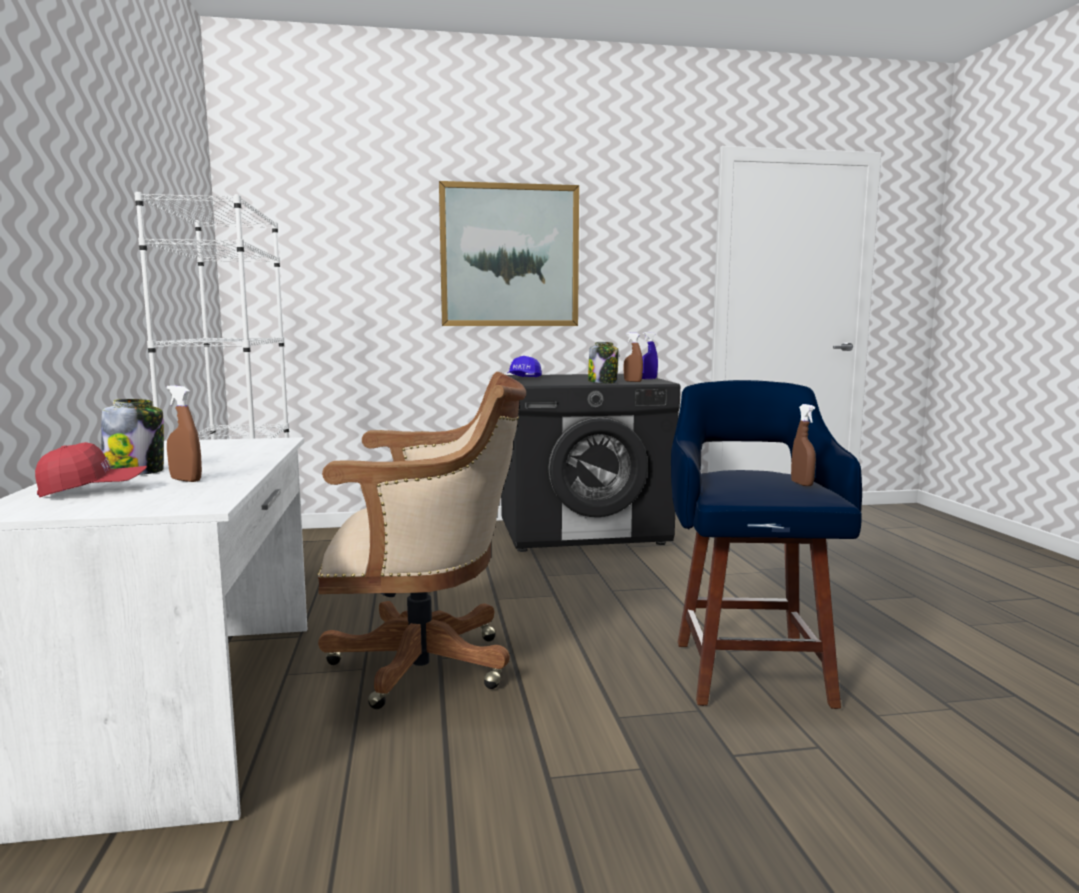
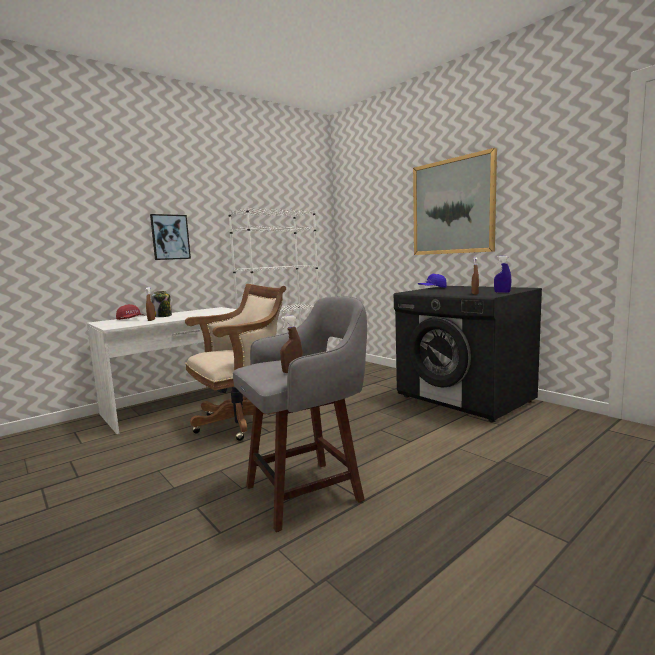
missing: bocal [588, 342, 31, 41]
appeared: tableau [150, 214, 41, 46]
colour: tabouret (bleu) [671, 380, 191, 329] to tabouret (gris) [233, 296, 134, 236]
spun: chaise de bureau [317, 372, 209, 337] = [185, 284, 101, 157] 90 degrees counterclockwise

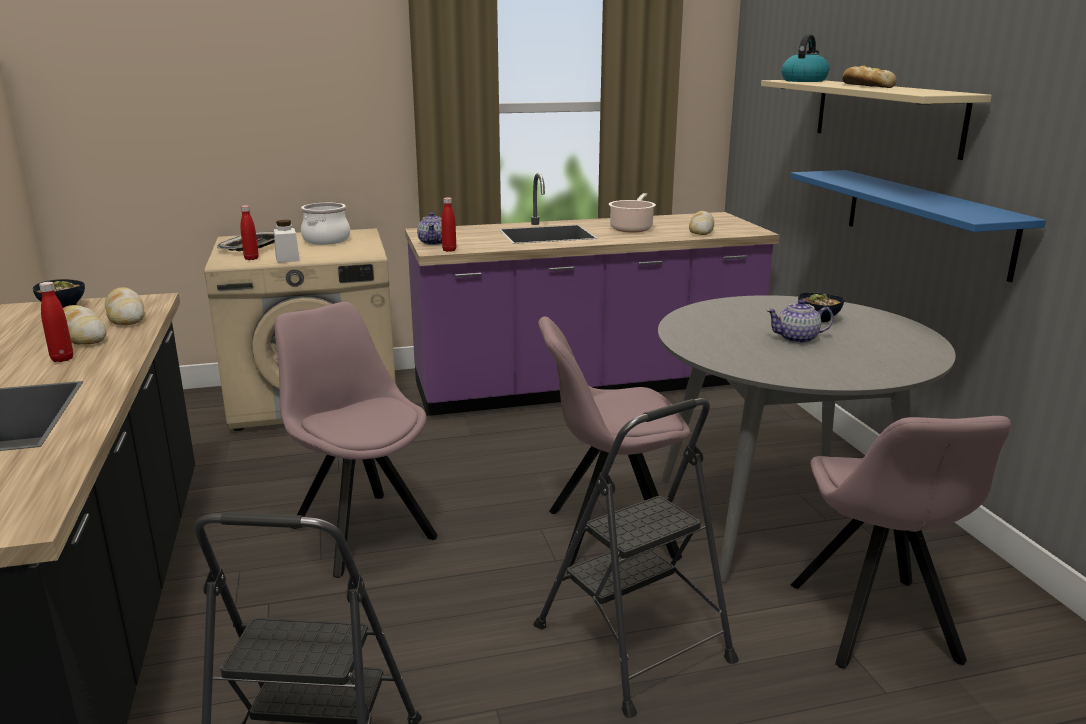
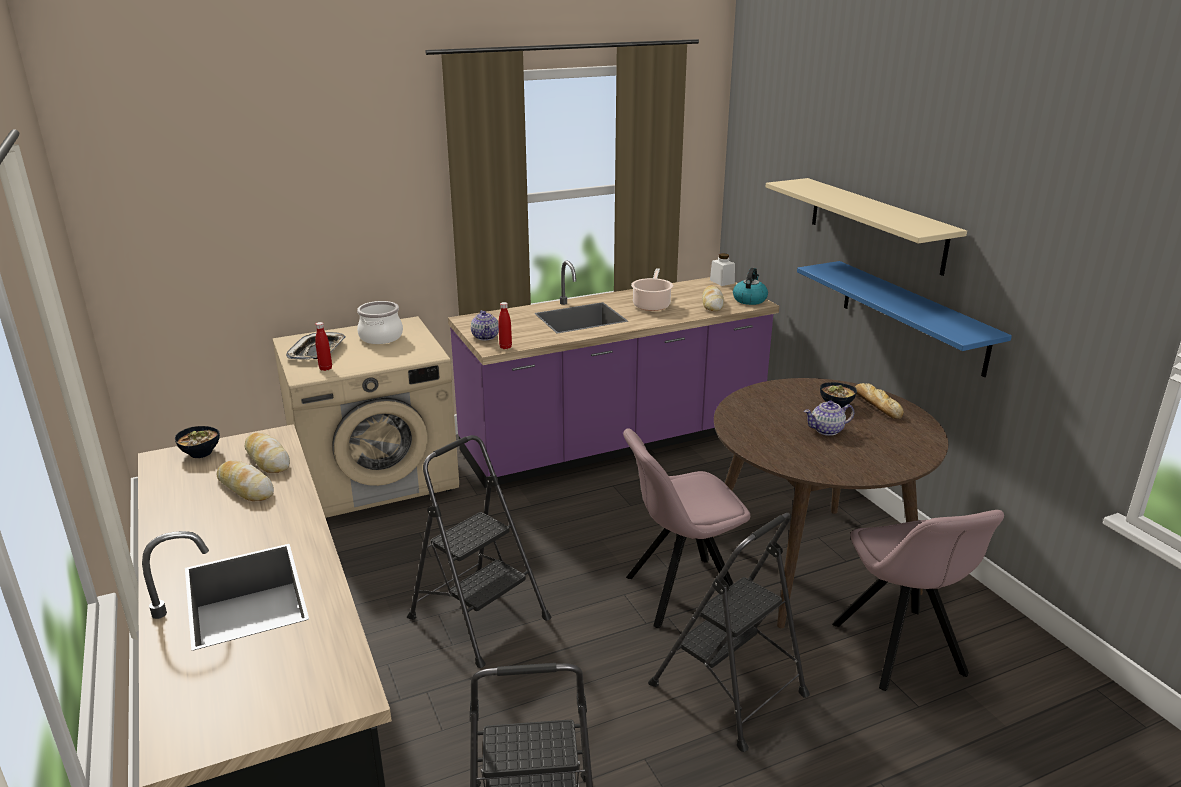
missing: bouteille (rouge) [39, 282, 34, 80]
relocated: bocal (blanc) [274, 220, 26, 43] to [710, 253, 25, 33]; bouilloire [781, 34, 48, 48] to [733, 268, 35, 37]; pain [842, 66, 54, 22] to [855, 383, 49, 36]
exchanged: chaise (rose) [275, 302, 163, 276] to escabeau (noir) [407, 435, 145, 233]
colour: table à manger (gris) [658, 295, 298, 288] to table à manger (marron) [713, 378, 235, 250]

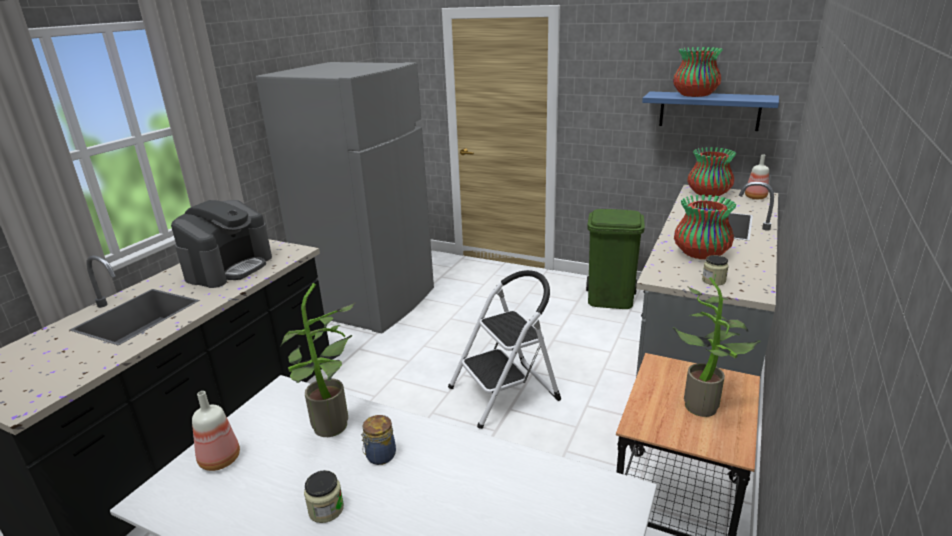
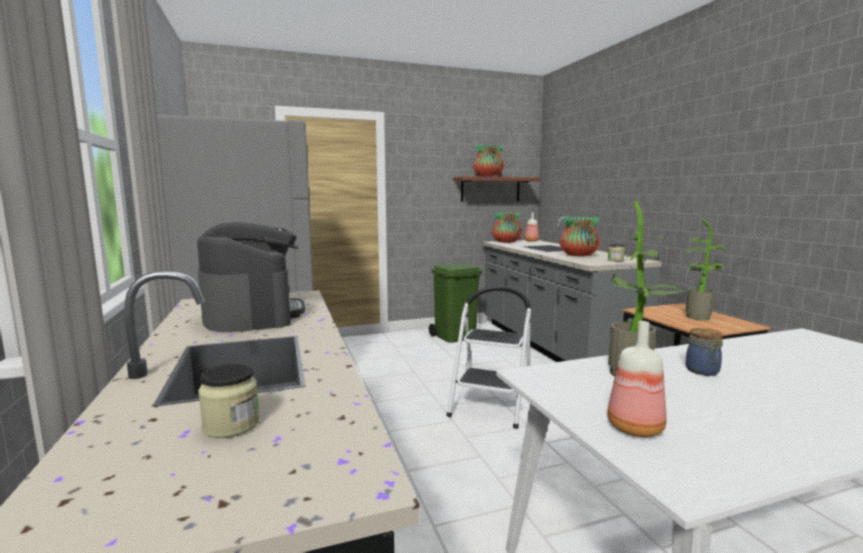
relocated: bocal [304, 470, 40, 53] to [198, 364, 62, 74]
colour: étagère (bleu) [642, 92, 137, 39] to étagère (marron) [453, 176, 87, 26]

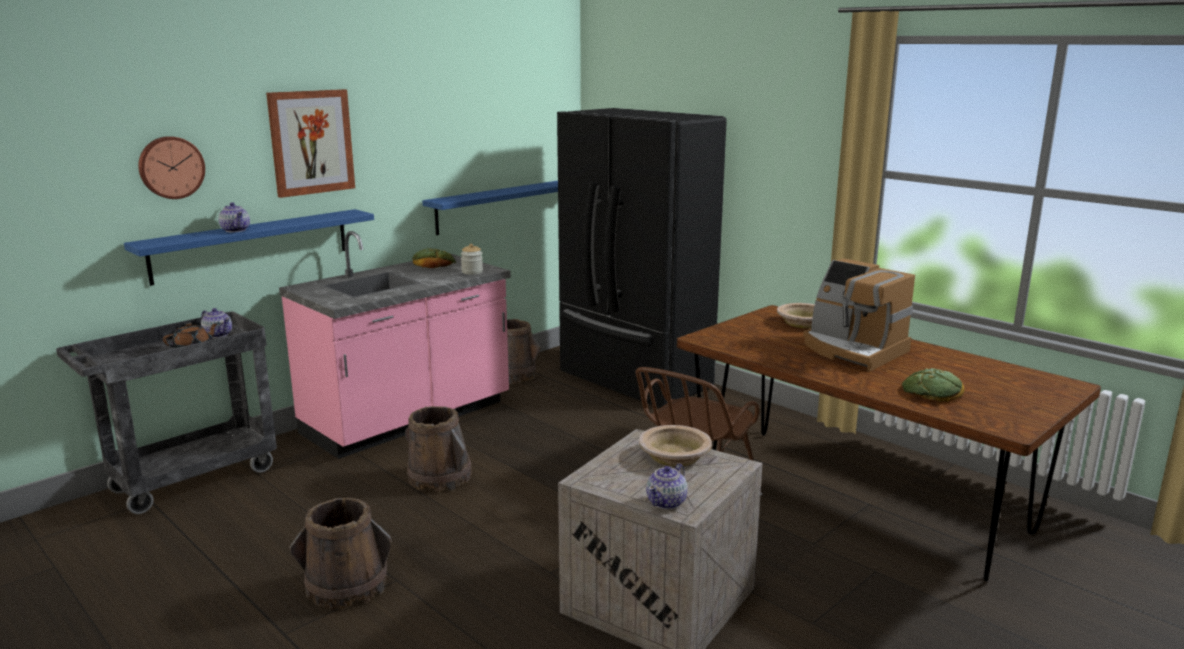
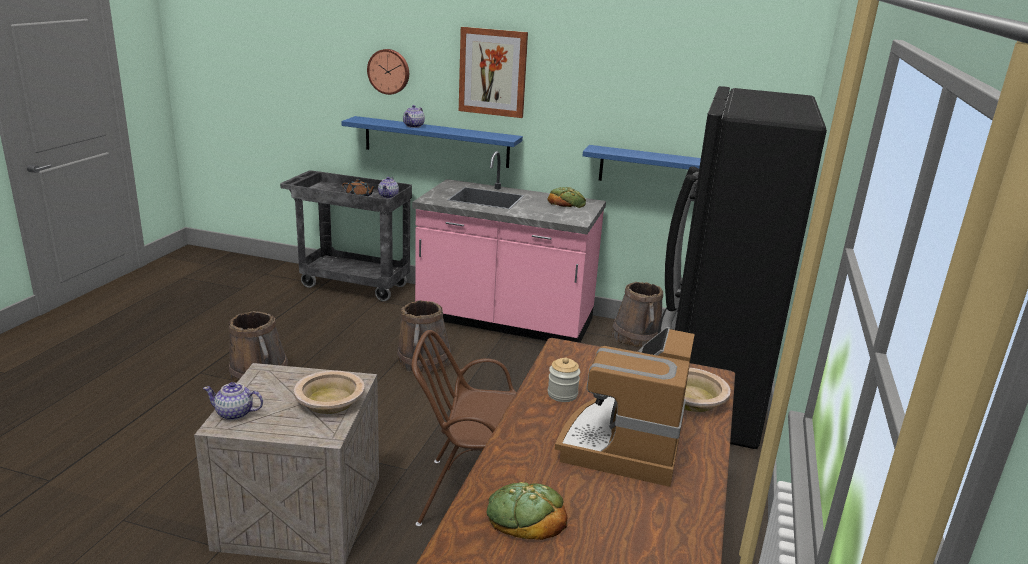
relocated: bocal [461, 244, 22, 31] to [548, 357, 32, 45]

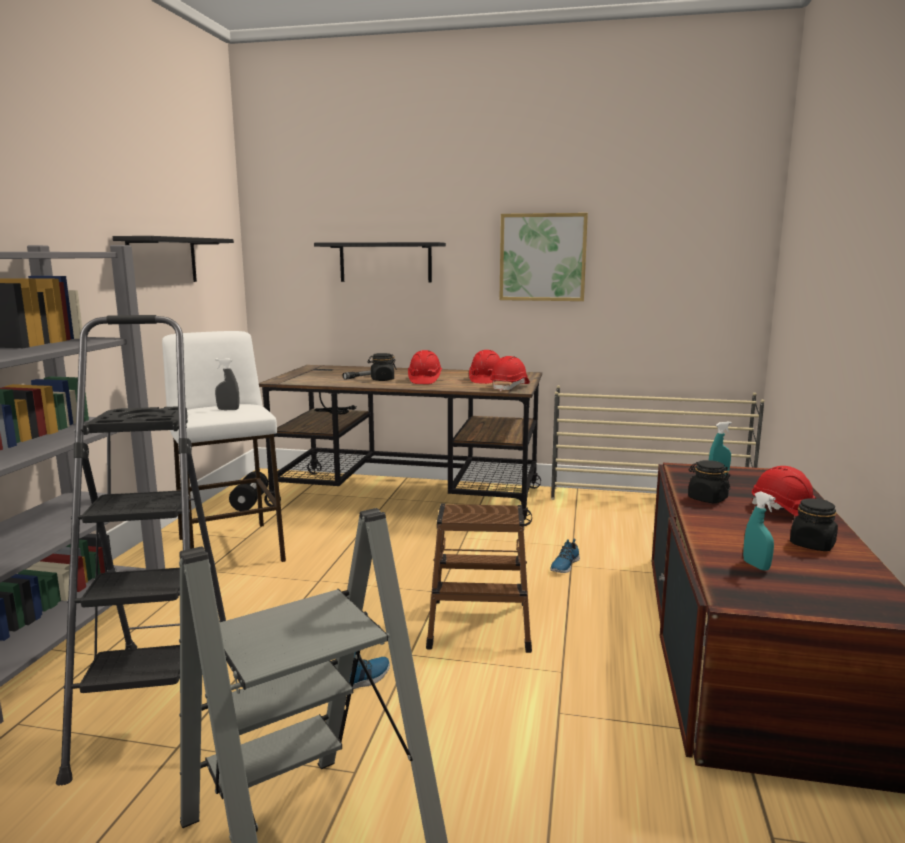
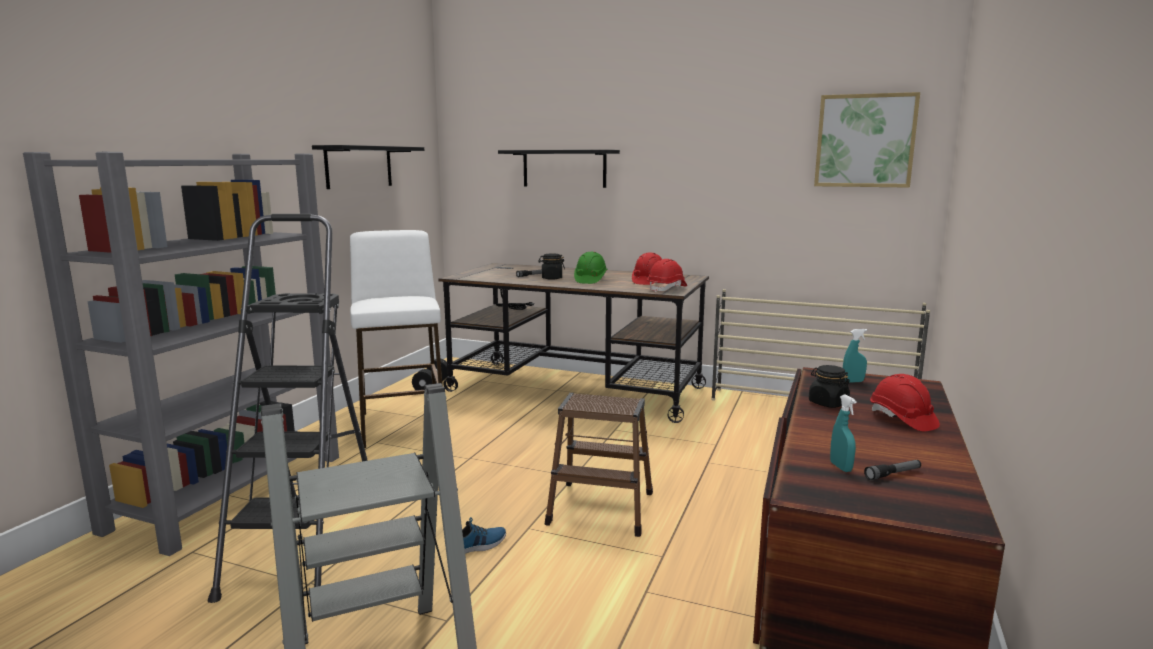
missing: vaporisateur (gris) [215, 358, 25, 52]; chaussure [550, 539, 30, 34]; bocal (noir) [790, 498, 48, 53]
appeared: lampe de poche [864, 460, 57, 20]
relocated: tableau [499, 213, 89, 88] to [814, 92, 106, 96]
colour: casque de chantier (rouge) [408, 350, 34, 34] to casque de chantier (vert) [574, 252, 33, 32]

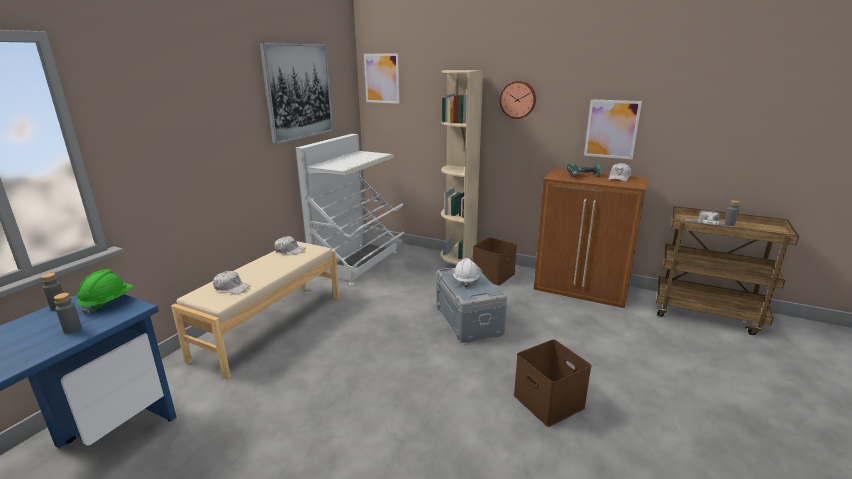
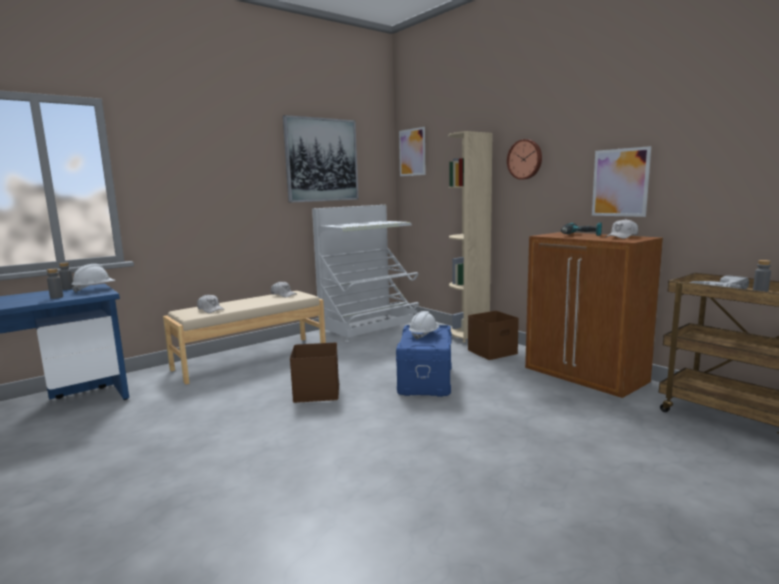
relocated: boîte de rangement (marron) [514, 339, 78, 88] to [290, 343, 49, 60]
colour: casque de chantier (vert) [77, 269, 56, 45] to casque de chantier (blanc) [71, 264, 45, 29]; boîte de rangement (gris) [436, 266, 71, 77] to boîte de rangement (bleu) [396, 325, 55, 72]

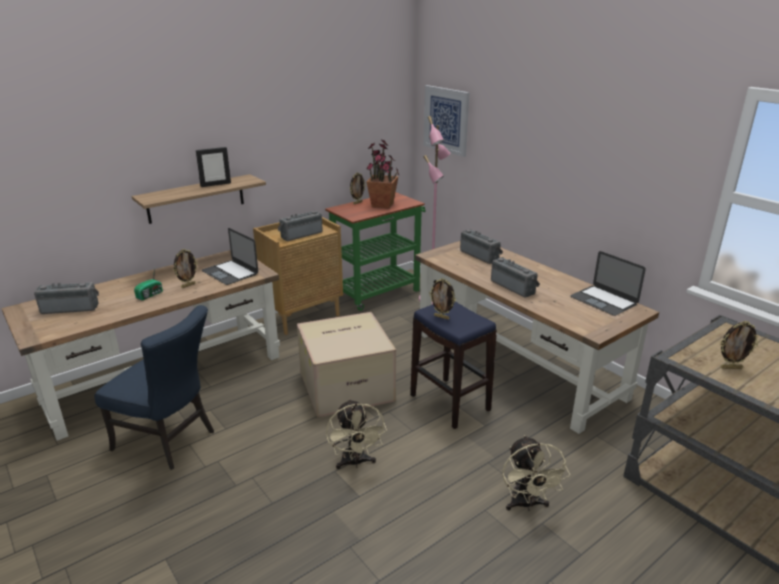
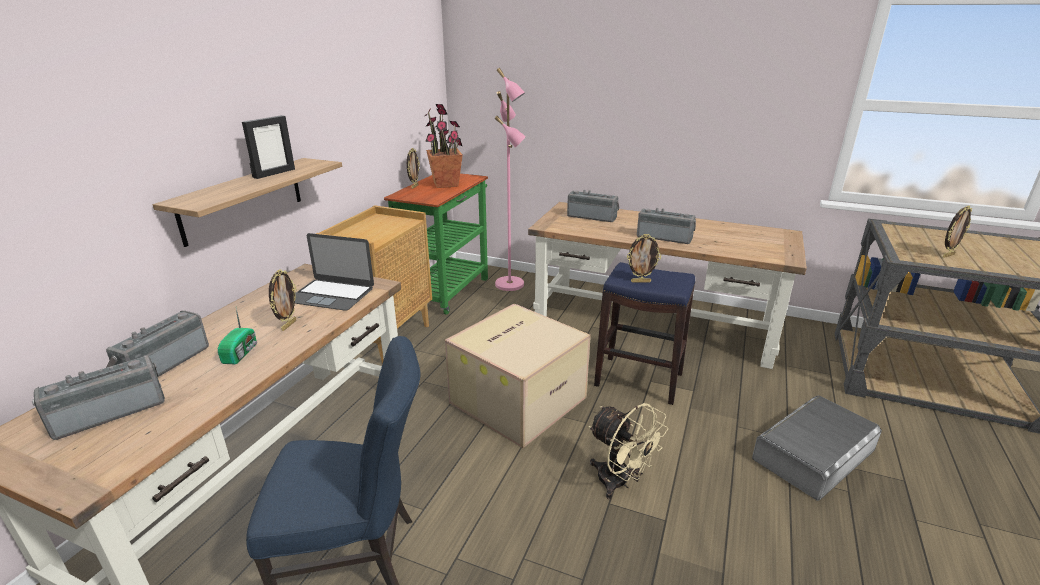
missing: tableau [423, 85, 46, 72]; ordinateur portable [570, 251, 76, 65]
relocated: radio [278, 211, 45, 30] to [106, 310, 103, 67]
exchanged: ventilateur (beige) [502, 435, 68, 76] to boîte de rangement (gris) [752, 396, 130, 105]

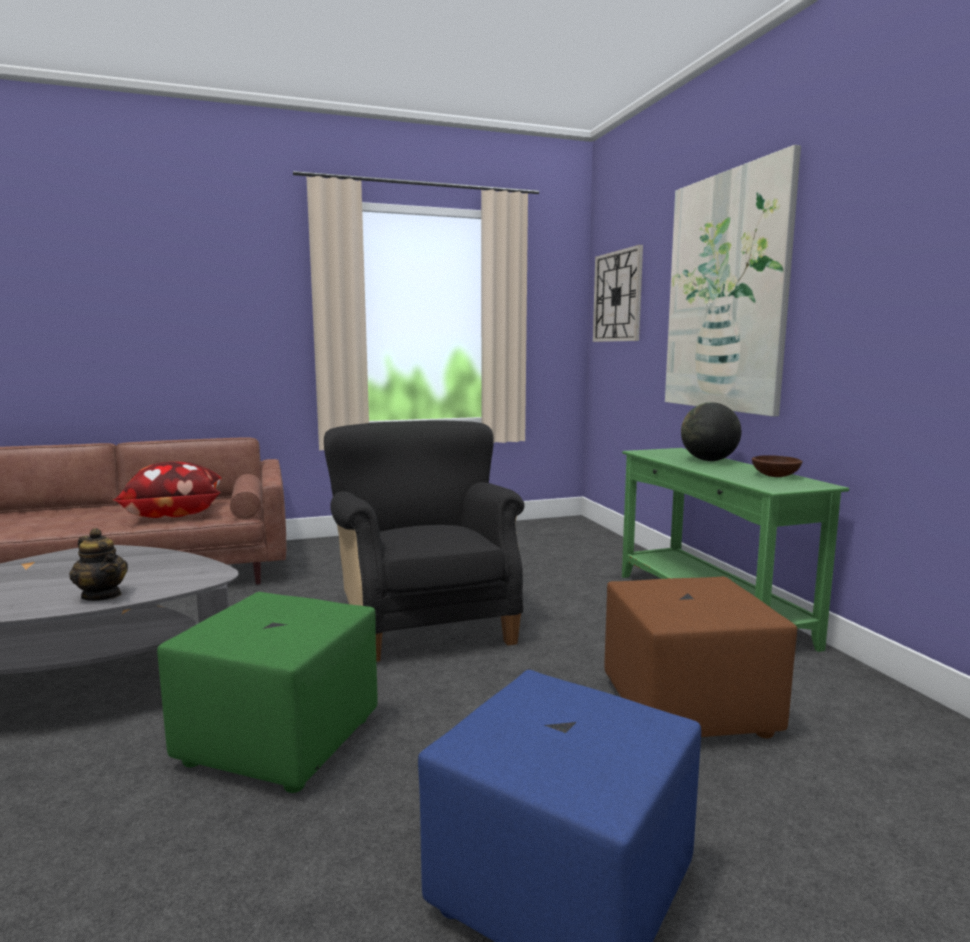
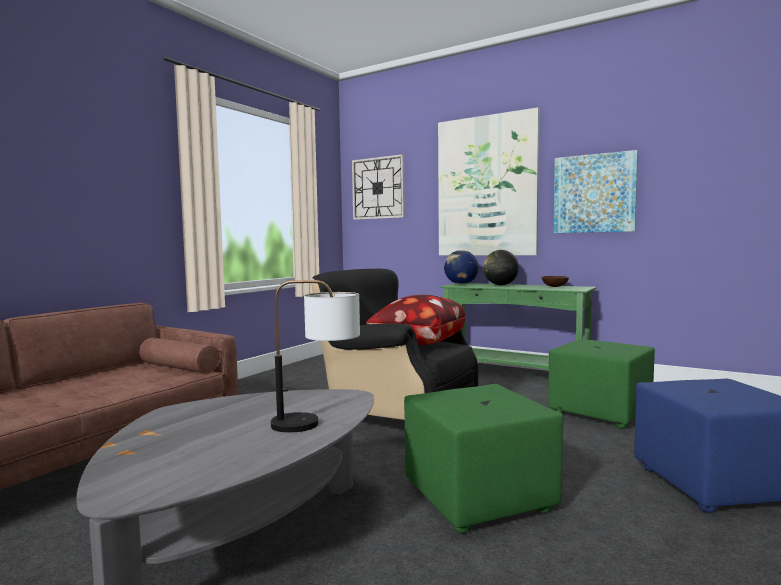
appeared: globe [444, 250, 35, 35]; tableau [554, 150, 84, 83]
relocated: coussin [113, 462, 109, 56] to [366, 295, 100, 50]
exchanged: théière [69, 528, 59, 73] to lampe de table [271, 280, 89, 152]
colour: pouf (marron) [604, 577, 193, 161] to pouf (vert) [548, 339, 107, 90]

